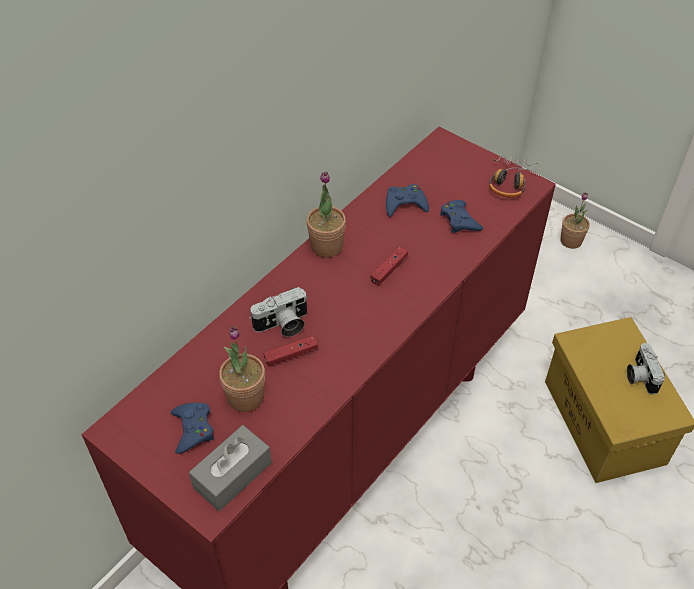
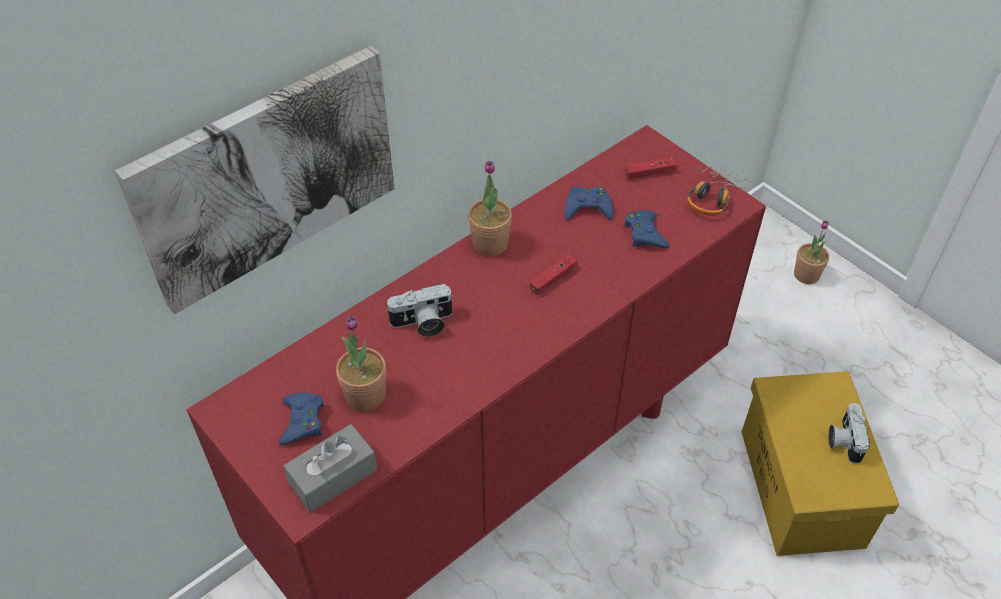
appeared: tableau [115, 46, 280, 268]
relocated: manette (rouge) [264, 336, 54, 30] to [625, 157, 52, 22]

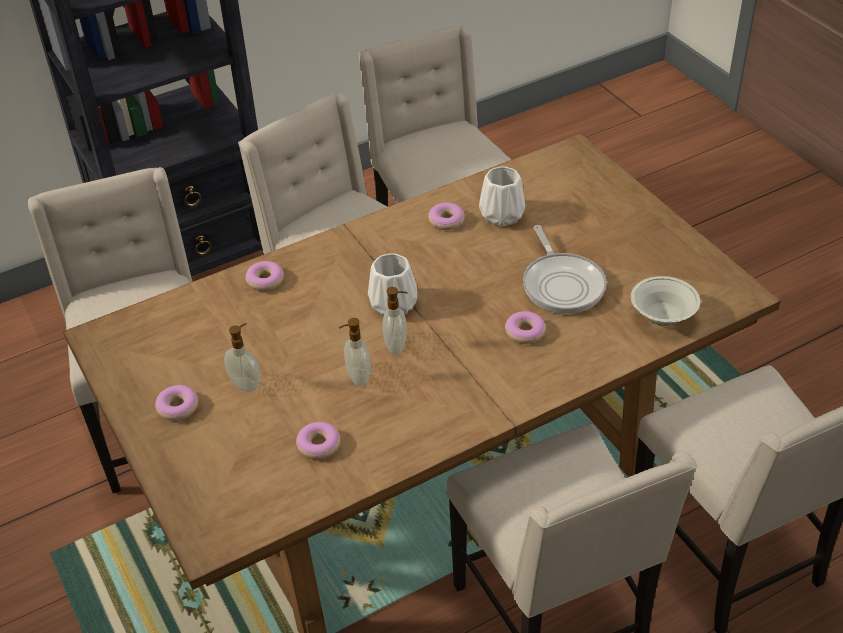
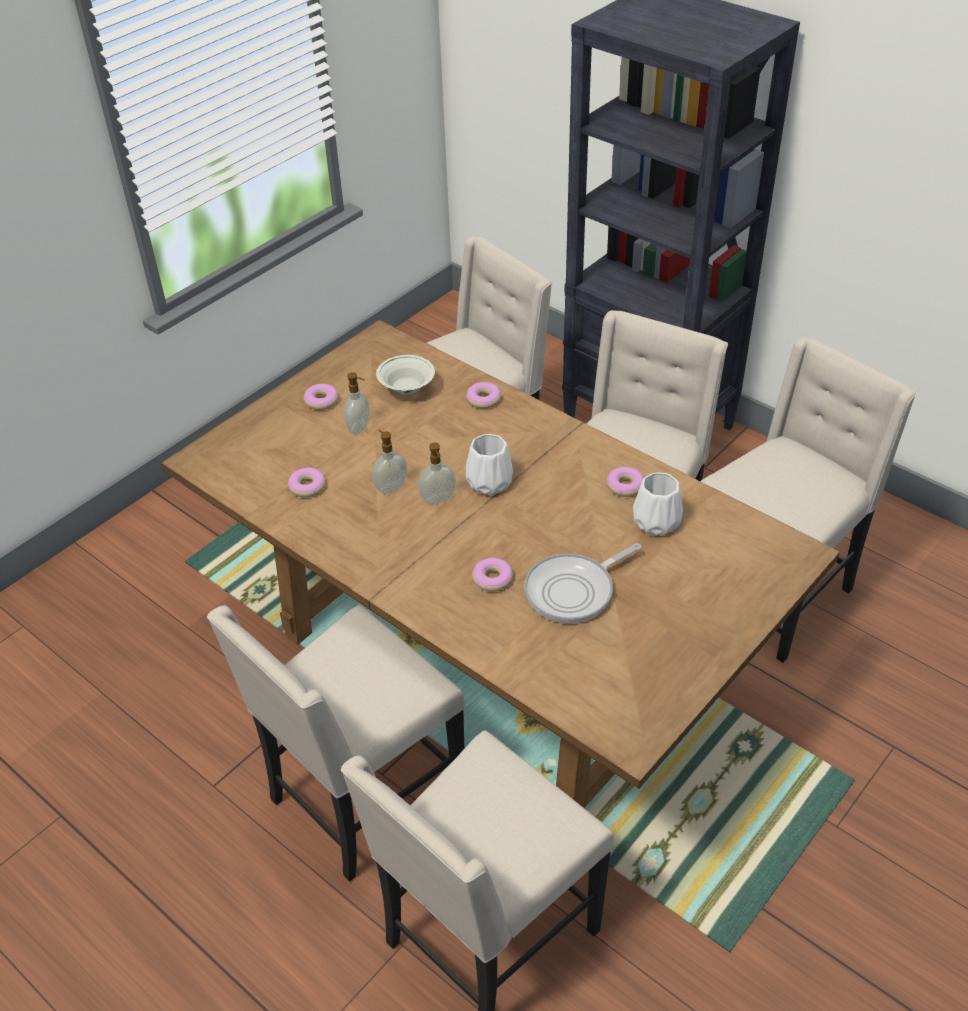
relocated: bol (blanc) [631, 276, 69, 50] to [376, 355, 59, 41]

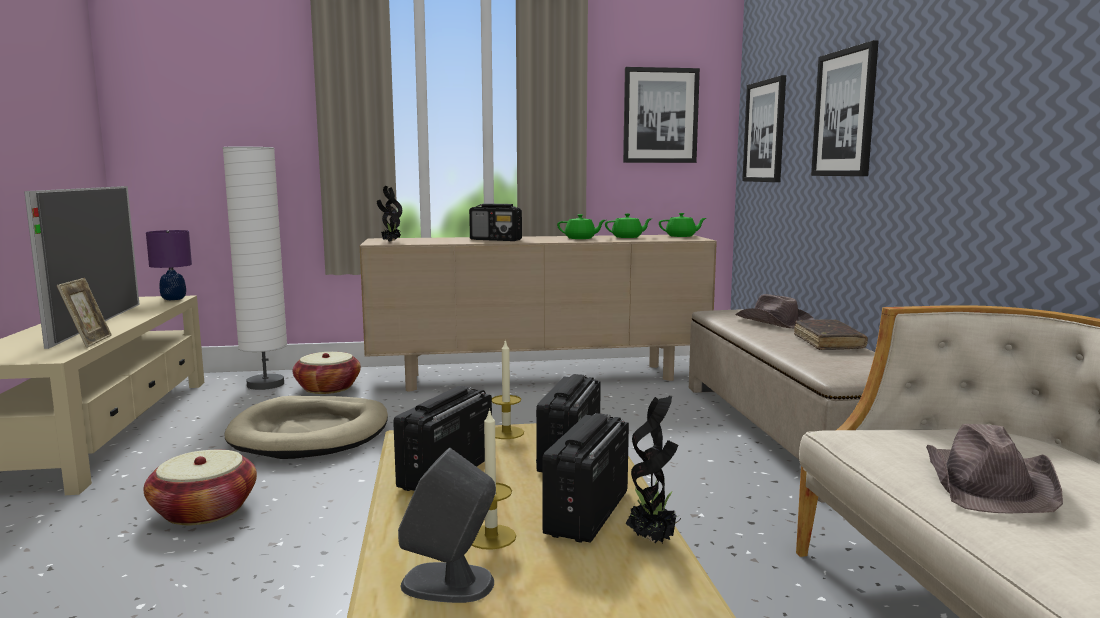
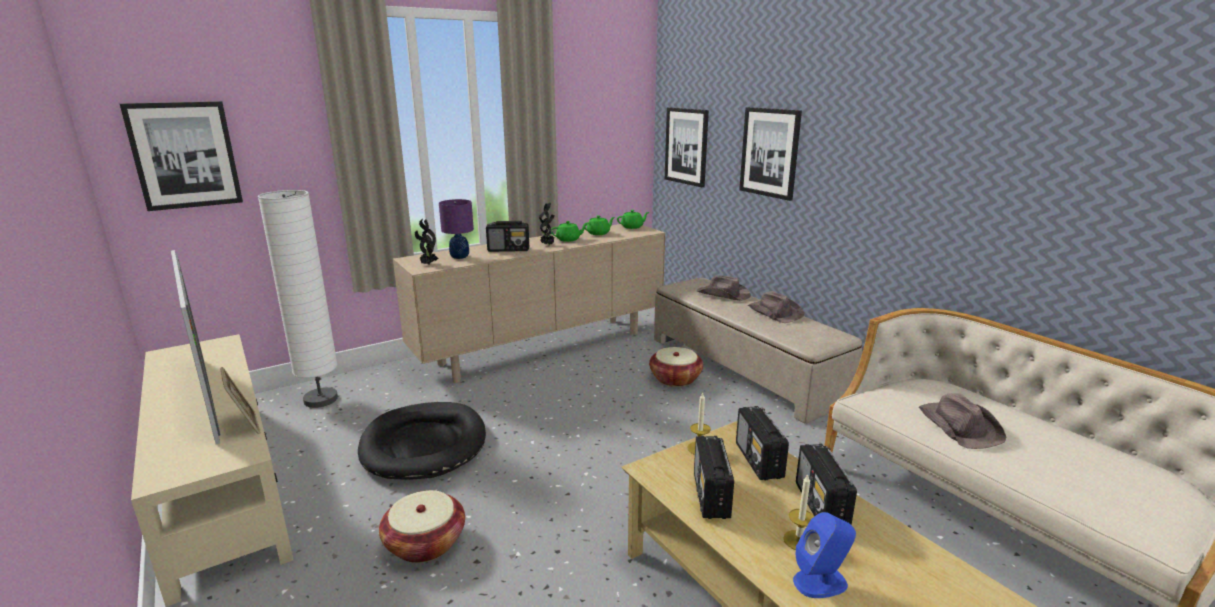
relocated: tableau [623, 67, 77, 96] to [120, 101, 123, 110]; lampe de table (violet) [146, 230, 46, 70] to [439, 199, 35, 60]; plante en pot [625, 396, 56, 147] to [539, 203, 16, 42]; panier [293, 352, 68, 42] to [649, 347, 54, 40]
exchanged: livre (marron) [794, 319, 74, 31] to chapeau (marron) [748, 291, 56, 32]
colour: panier pour chien (beige) [224, 396, 164, 63] to panier pour chien (noir) [358, 402, 128, 78]; enceinte (gris) [398, 448, 98, 155] to enceinte (bleu) [793, 512, 63, 86]

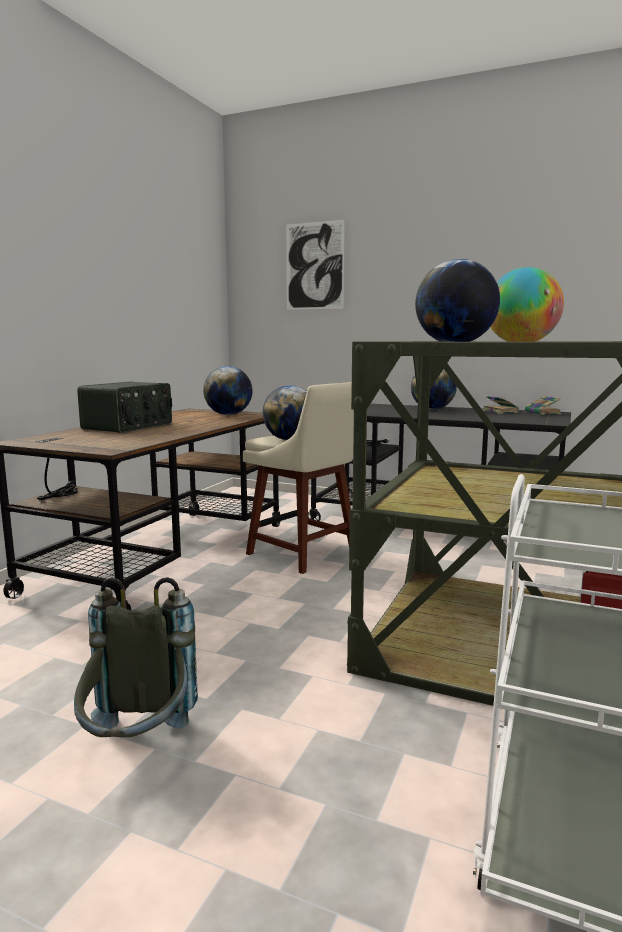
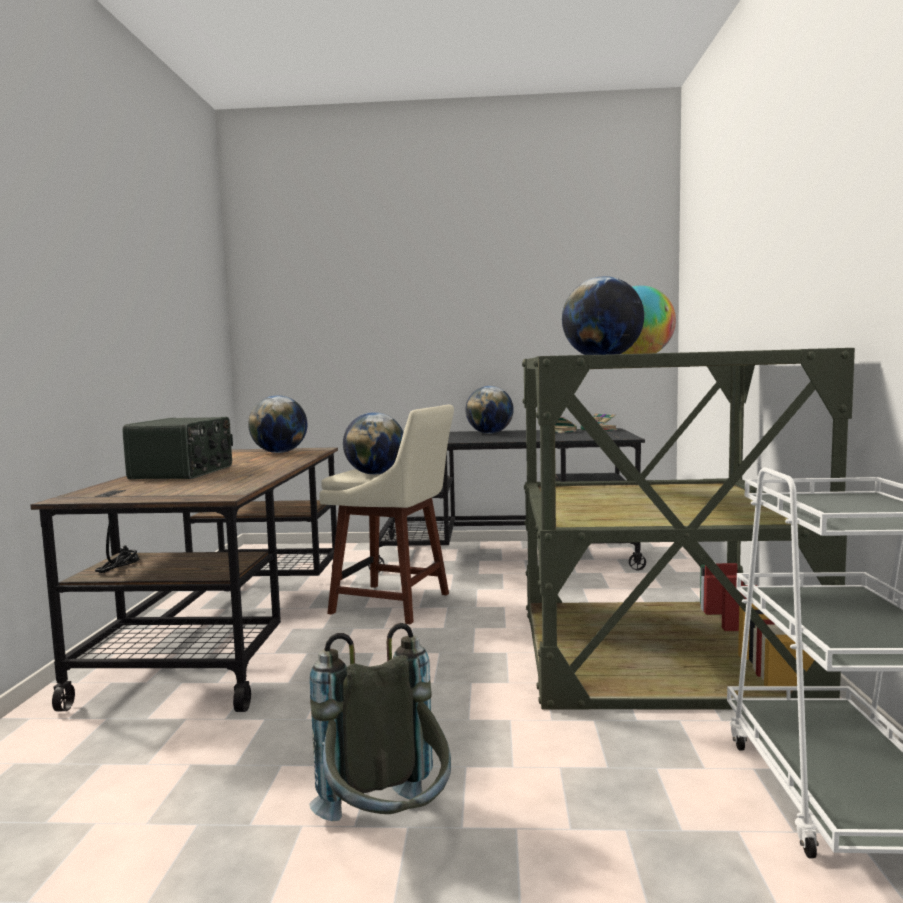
missing: tableau [286, 220, 59, 90]

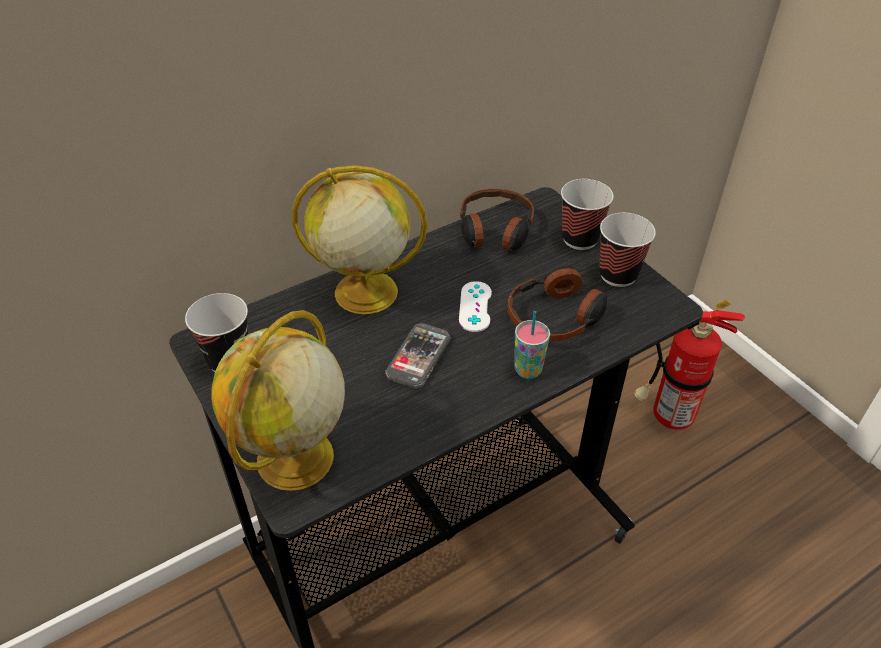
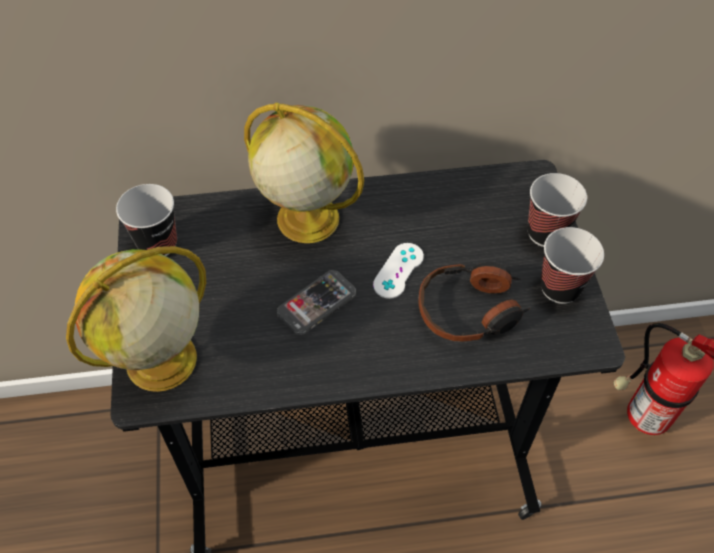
missing: casque audio [460, 189, 74, 62]; tasse [514, 311, 36, 68]

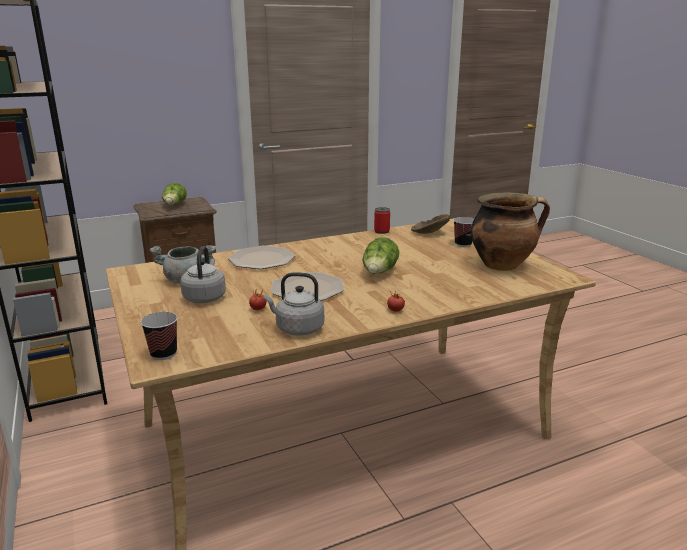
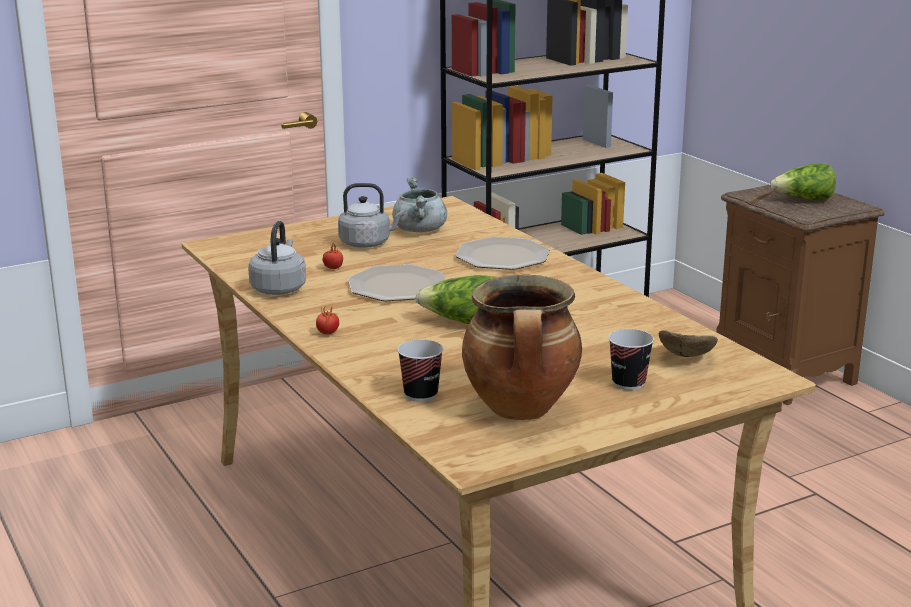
missing: boîte métallique [374, 207, 16, 27]
relocated: tasse [140, 312, 38, 48] to [397, 339, 46, 63]

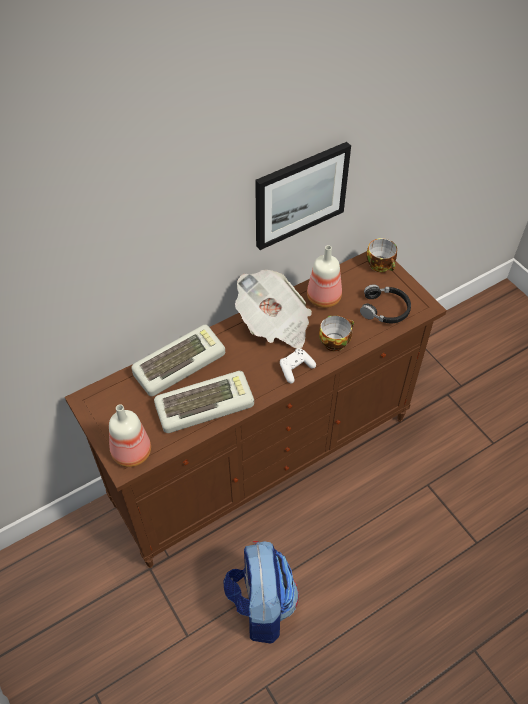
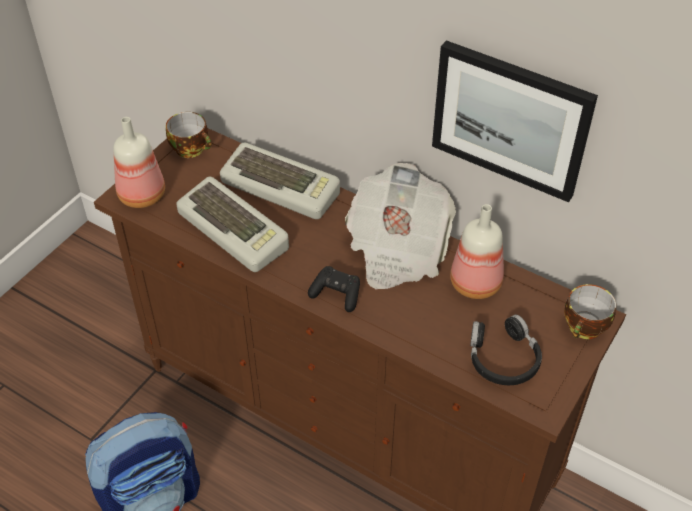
relocated: tasse [319, 315, 35, 37] to [166, 112, 46, 46]
colour: manette (blanc) [280, 348, 36, 35] to manette (noir) [308, 266, 52, 46]

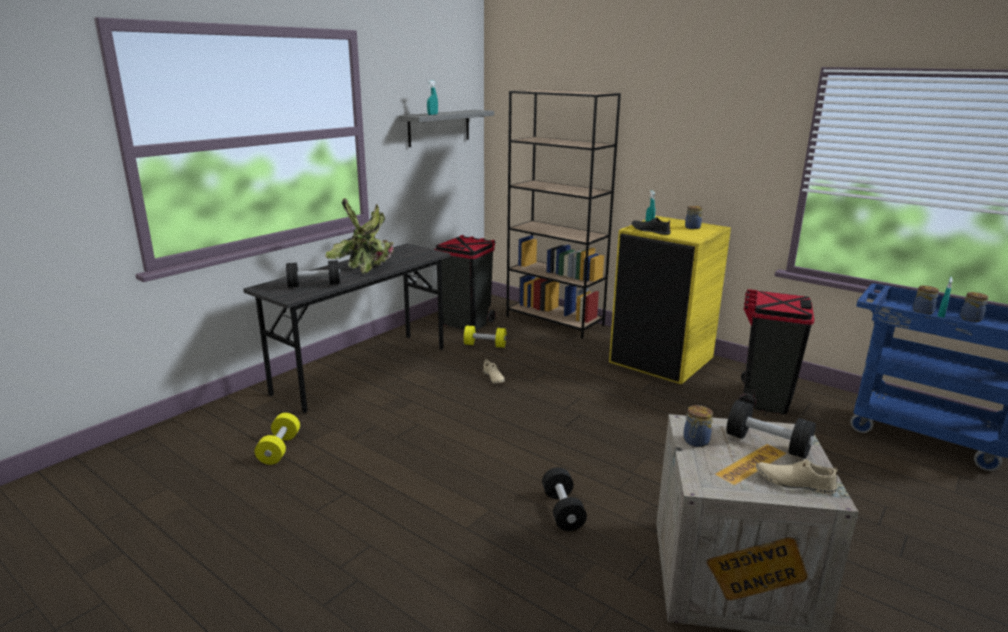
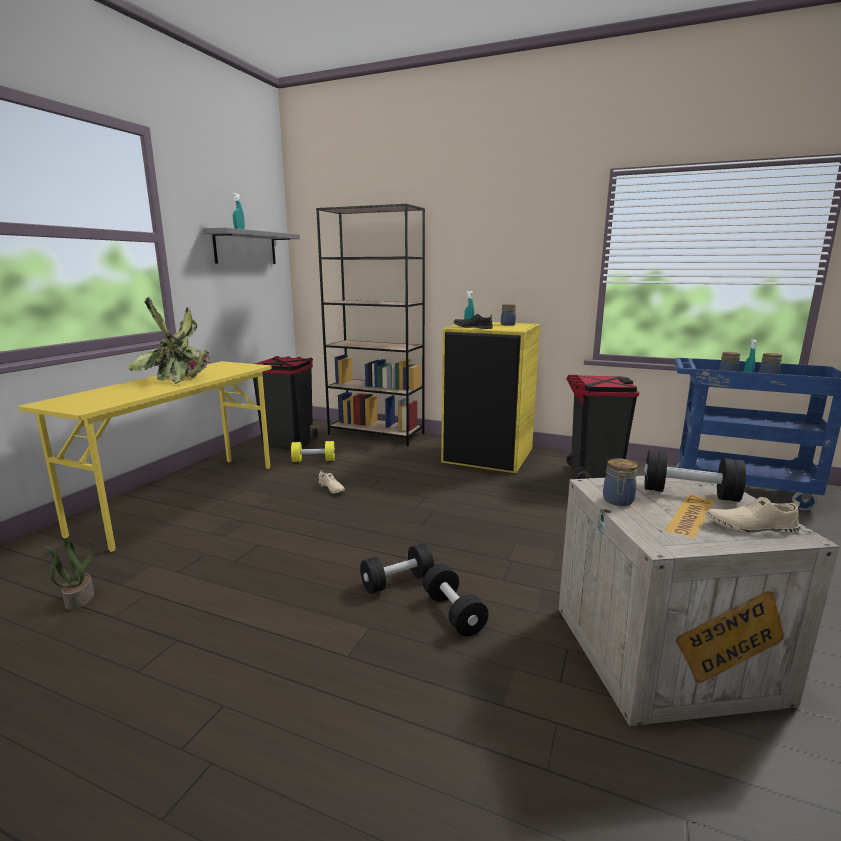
relocated: haltère (noir) [286, 260, 55, 27] to [360, 544, 74, 50]
exchanged: haltère (jaune) [255, 413, 45, 52] to plante en pot [45, 538, 49, 72]
colour: bureau (gris) [243, 243, 207, 170] to bureau (jaune) [18, 361, 254, 191]

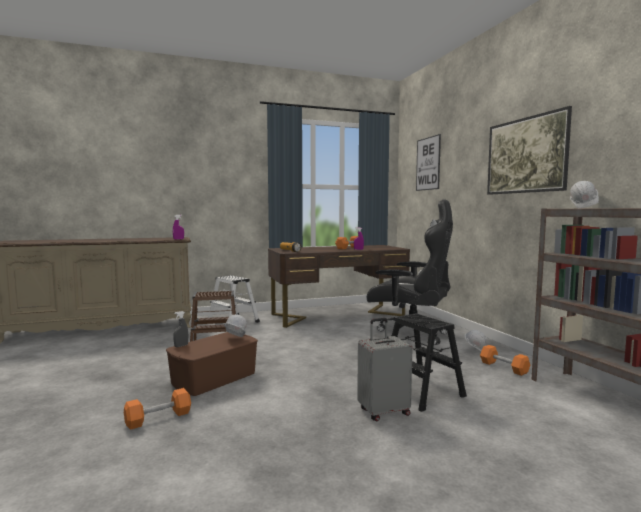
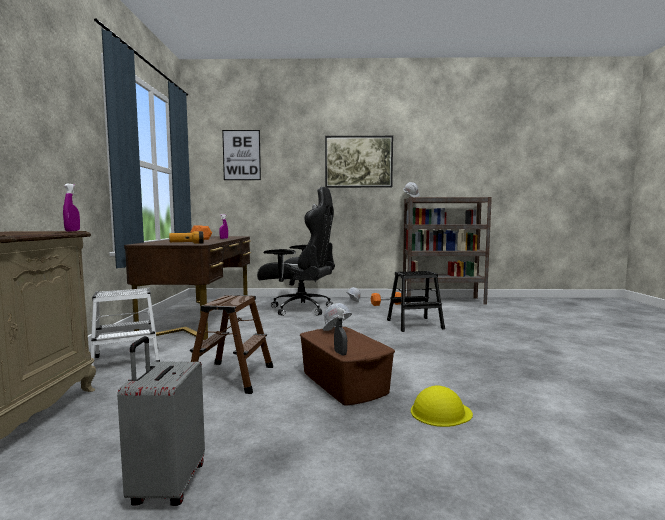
relocated: valise (gris) [357, 318, 56, 103] to [117, 336, 88, 170]
exchanged: haltère (orange) [124, 388, 67, 42] to casque de chantier (jaune) [411, 386, 62, 41]
spun: chaise de bureau (noir) [367, 200, 86, 145] = [257, 187, 78, 129] 60 degrees clockwise

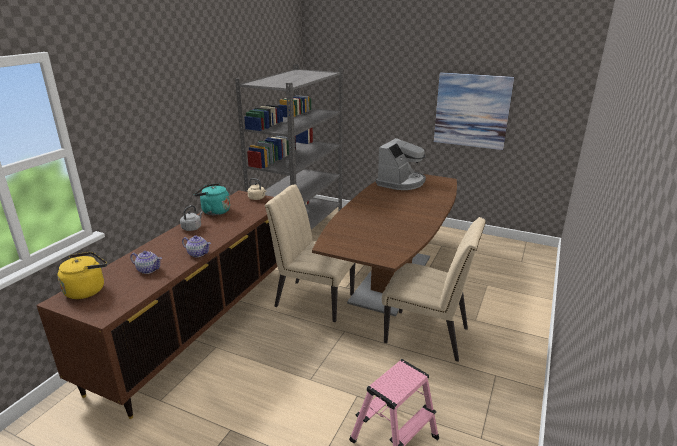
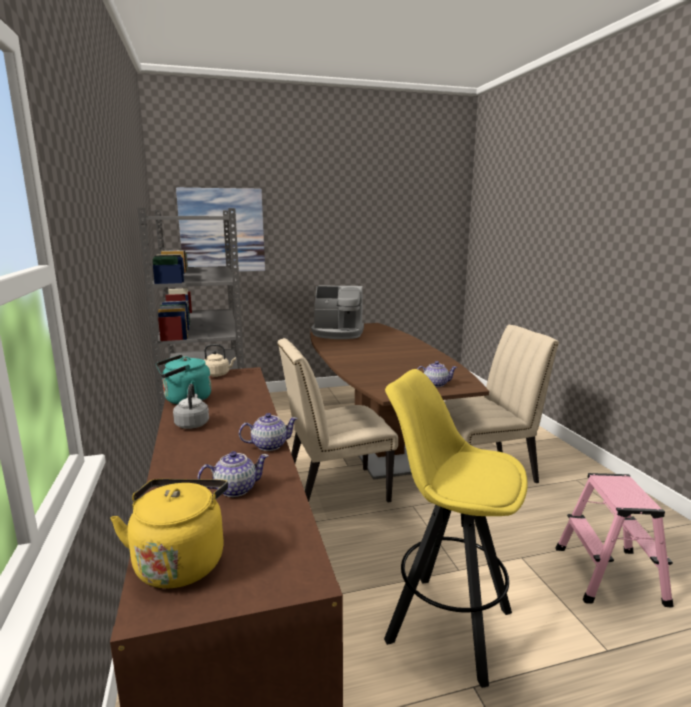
appeared: tabouret (jaune) [384, 369, 144, 319]; théière [417, 361, 41, 26]
relocated: tableau [434, 72, 80, 78] to [176, 188, 89, 84]
spun: machine à café [376, 138, 50, 52] = [311, 285, 53, 54] 105 degrees clockwise

